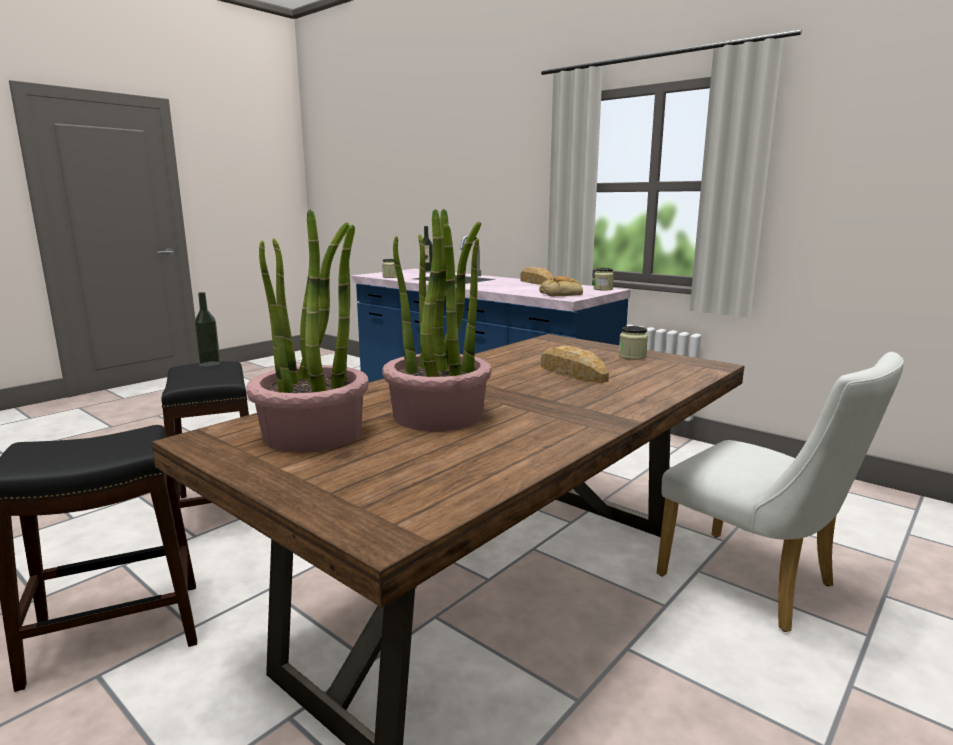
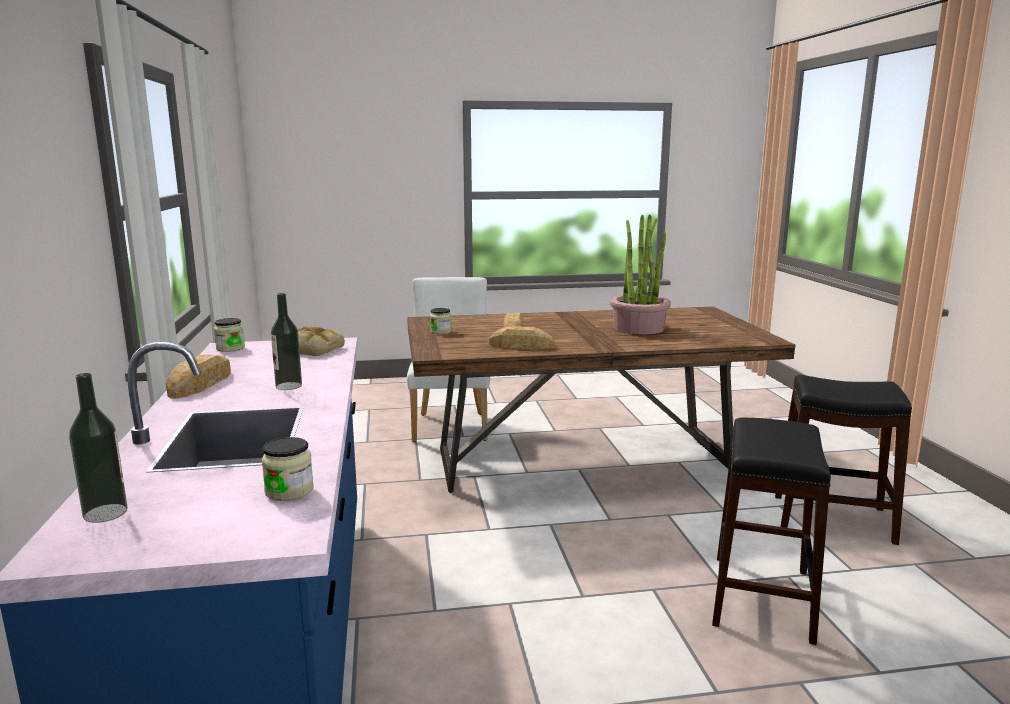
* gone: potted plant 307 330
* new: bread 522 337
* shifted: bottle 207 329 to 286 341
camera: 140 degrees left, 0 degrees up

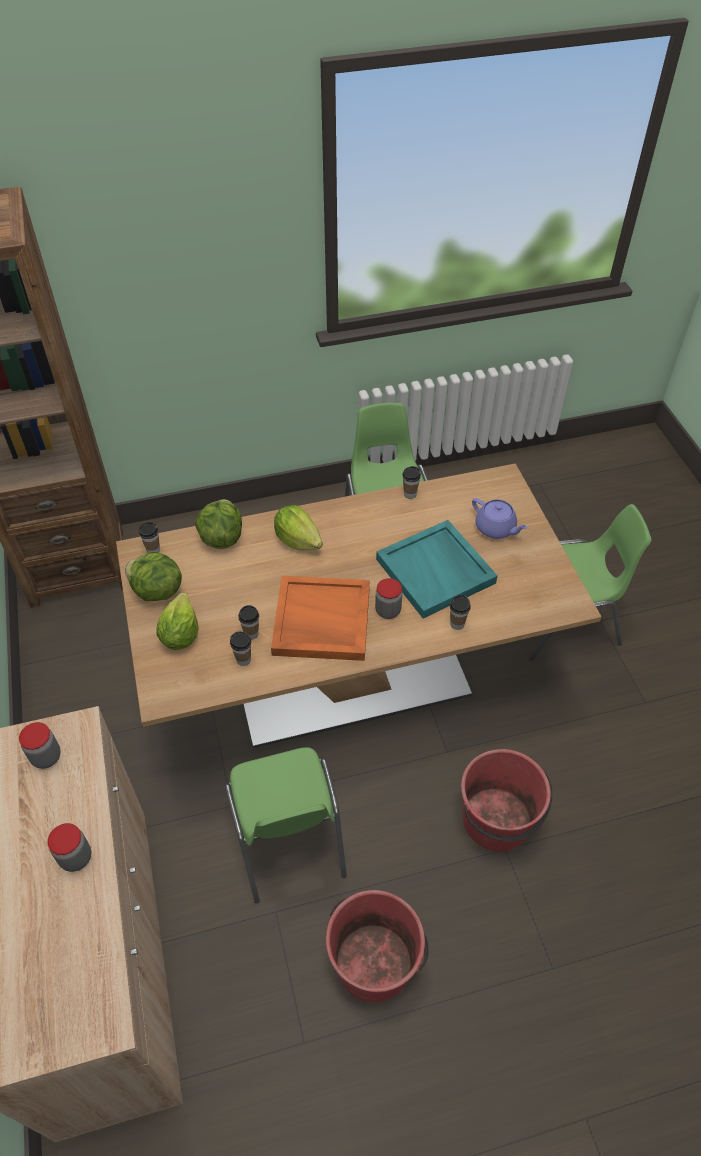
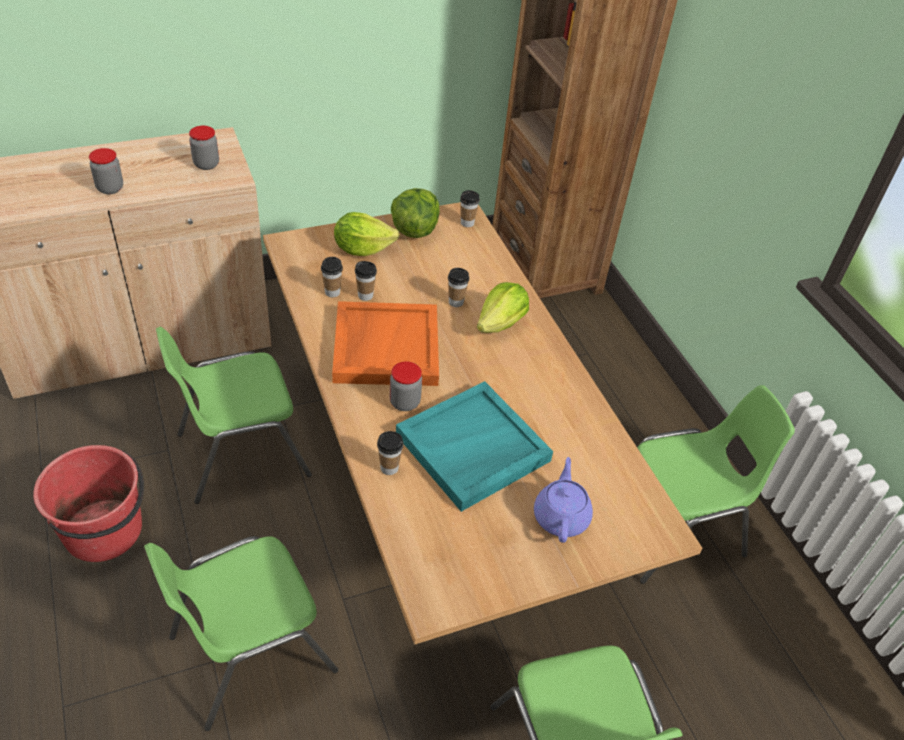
* gone: lettuce 218 524
* shifted: cup 411 482 to 458 287
* swapped: red bucket 506 800 to green chair 241 633
* rotated: purple teapot 500 518 = 563 500 150 degrees clockwise
camera: 80 degrees right, 5 degrees down

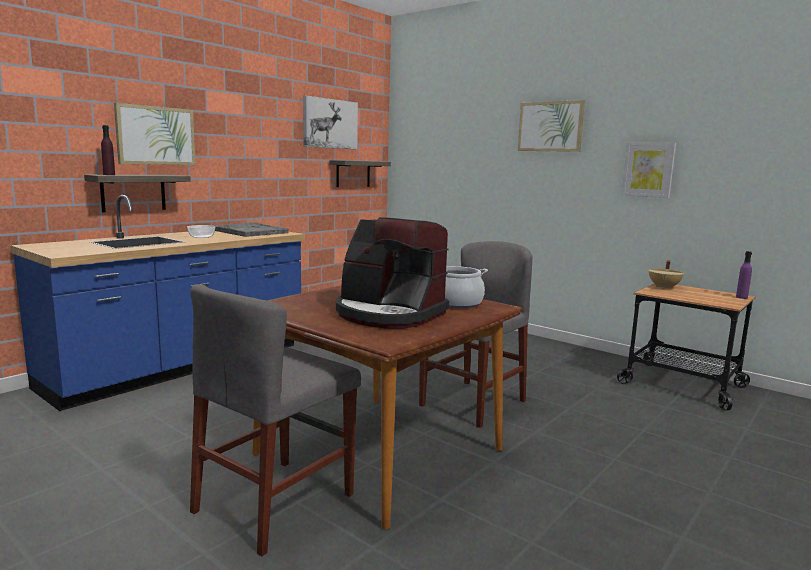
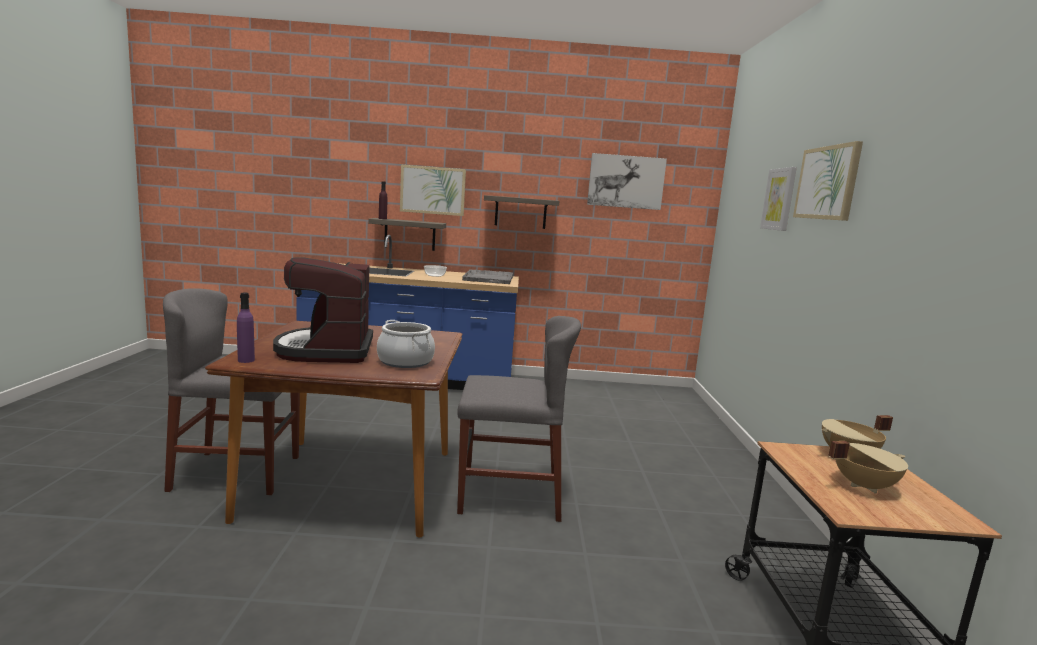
* new: beige cooking pot 868 467
* shifted: shelf 360 173 to 522 212
* shifted: picture 649 170 to 778 199
* shifted: purple bottle 744 275 to 246 327
camera: 50 degrees right, 0 degrees up

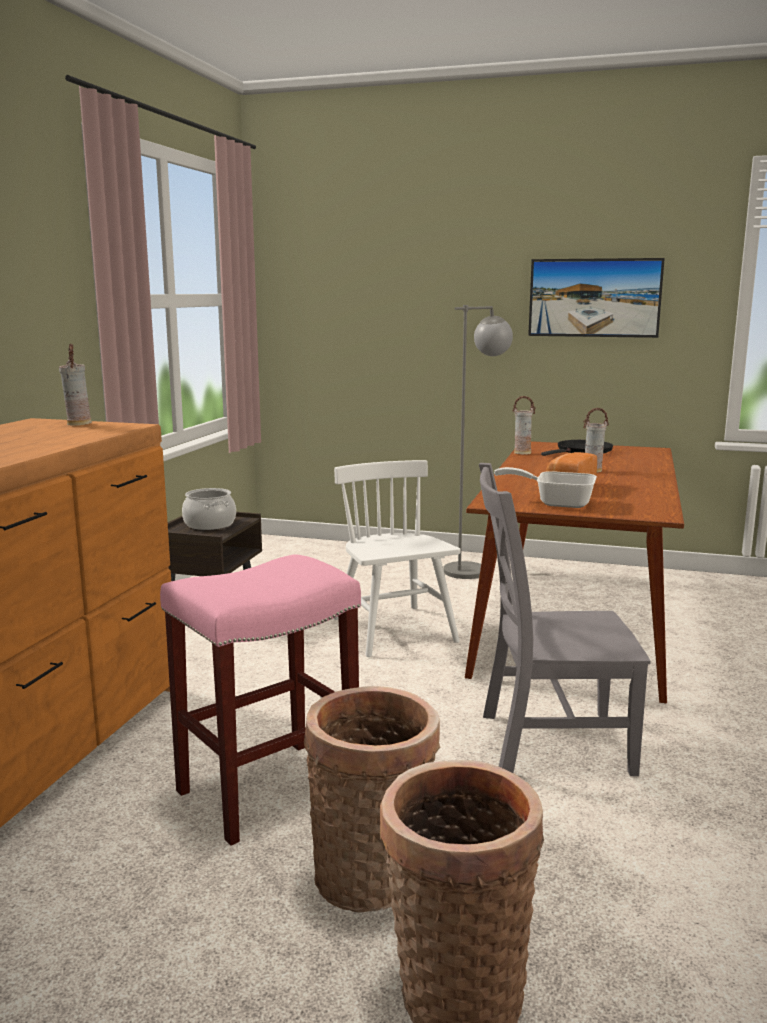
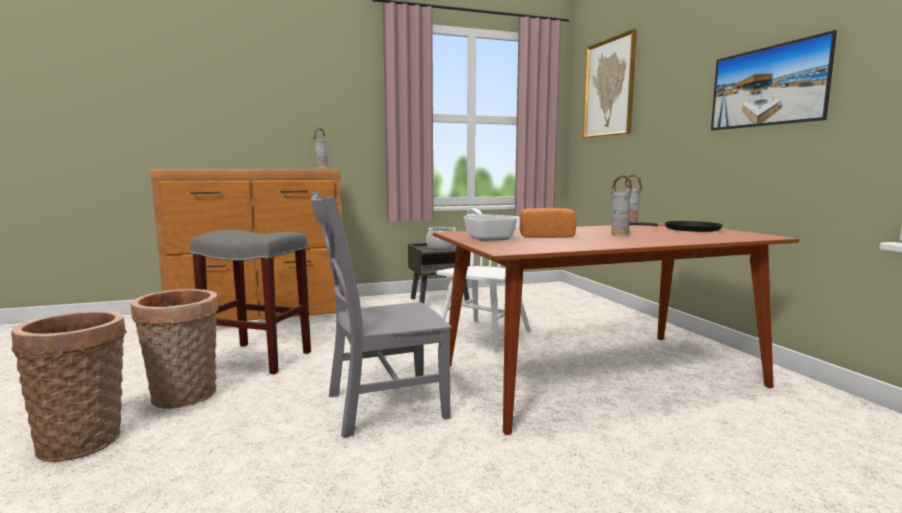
* gone: grey floor lamp 478 442
* new: picture 610 83
* repainted: pink stool 260 700 to grey stool 250 302
* rotated: grey chair 565 619 = 381 315 75 degrees counterclockwise
camera: 55 degrees right, 5 degrees down

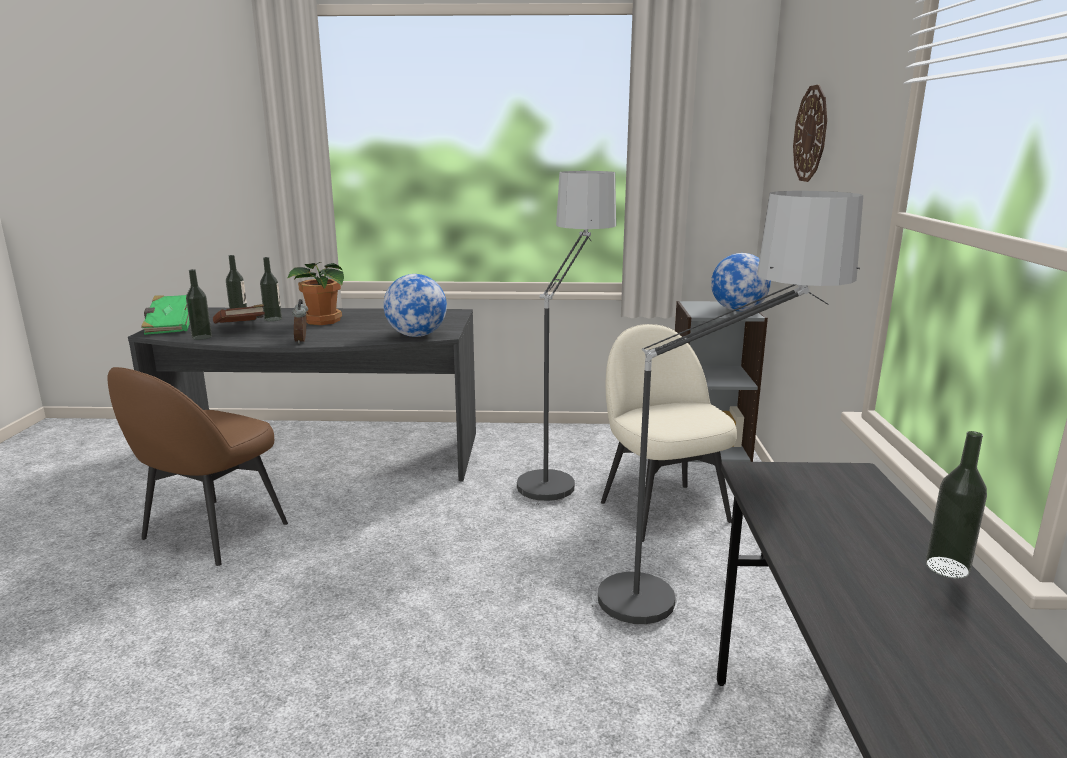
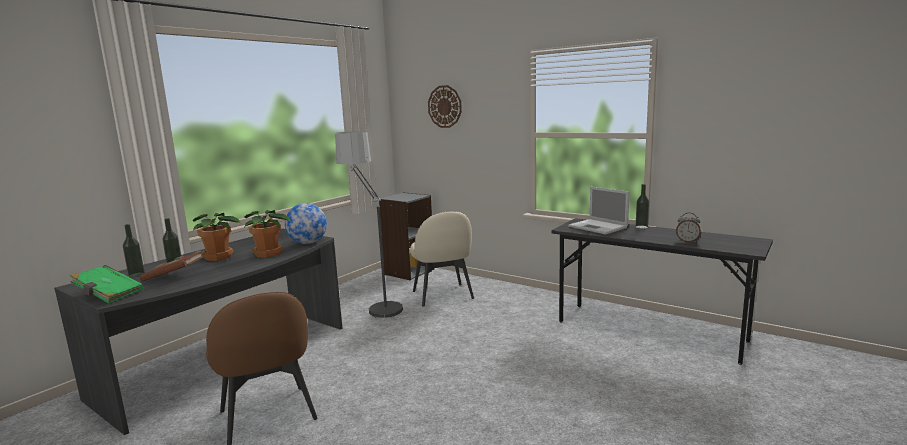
* gone: bottle 199 304
* gone: floor lamp 727 408
* gone: globe 741 282
* new: potted plant 268 234
* new: laptop 598 211
* shifted: alarm clock 300 321 to 688 227
* rotated: beige chair 669 433 = 442 258 120 degrees counterclockwise
camera: 55 degrees left, 5 degrees down

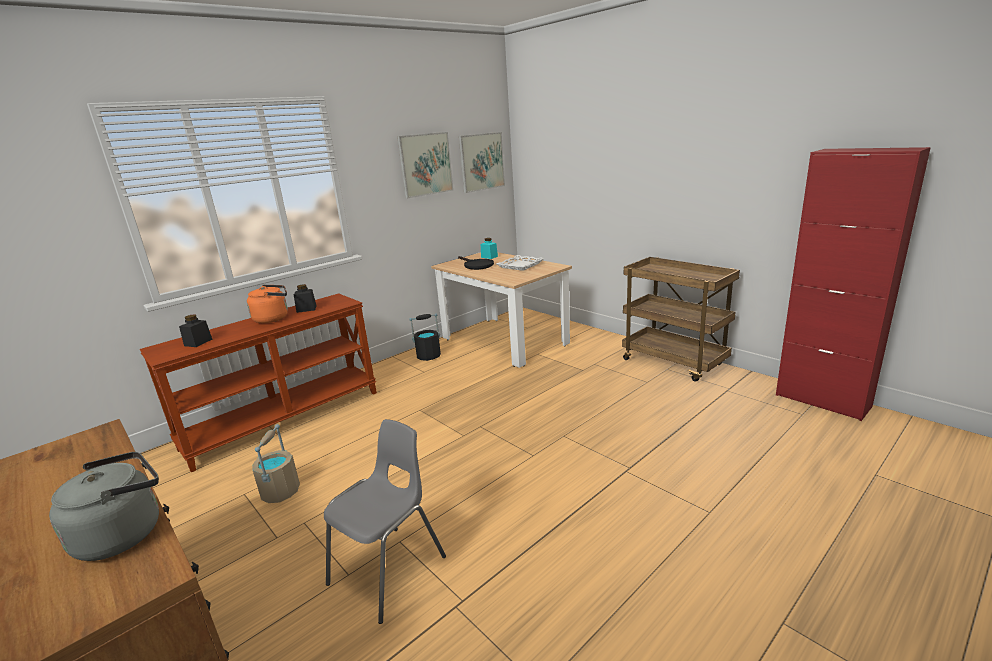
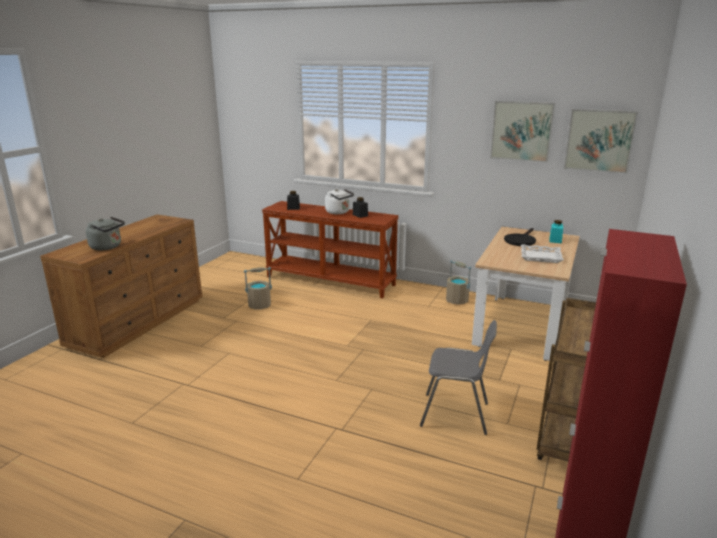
* shifted: grey chair 385 521 to 458 377
* repainted: orange kettle 267 304 to white kettle 339 201
* repainted: black bucket 425 337 to beige bucket 458 282
camera: 65 degrees right, 0 degrees up

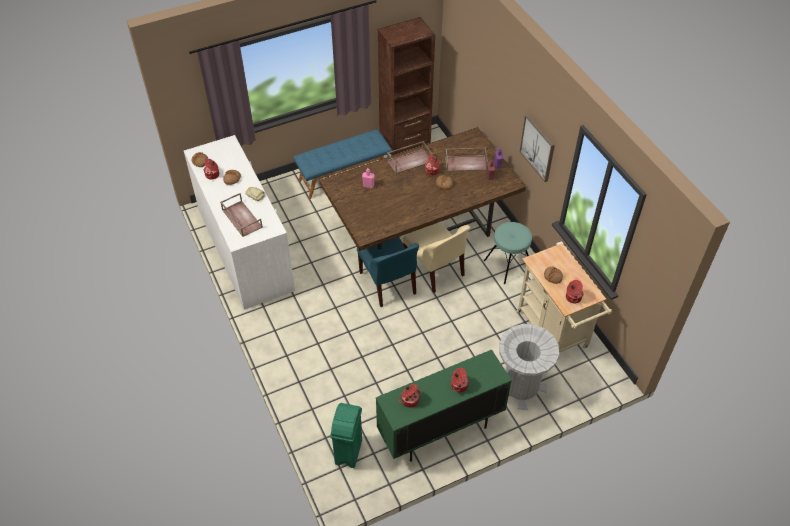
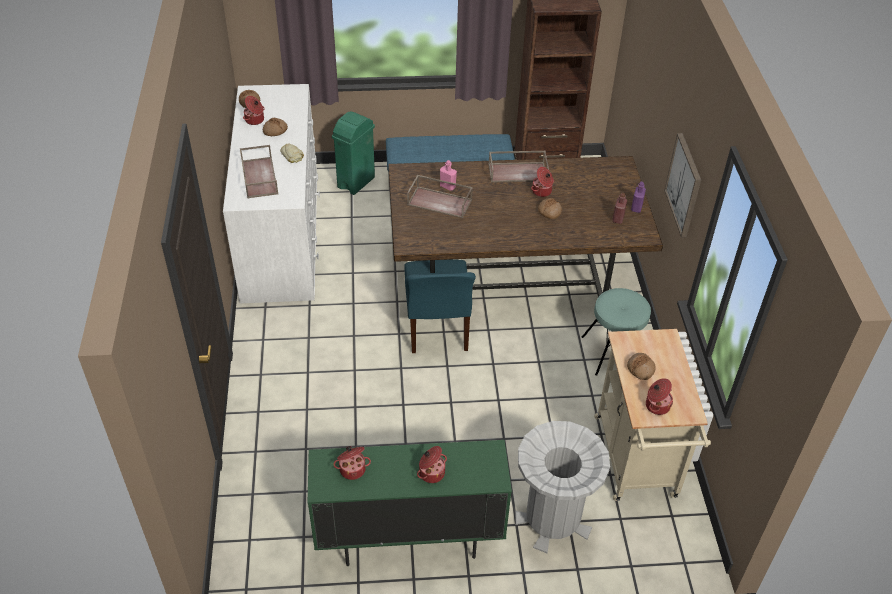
* gone: beige chair 436 257
* shifted: green trash can 346 435 to 353 153
* shifted: brown tray 466 159 to 440 196
camera: 20 degrees right, 5 degrees down

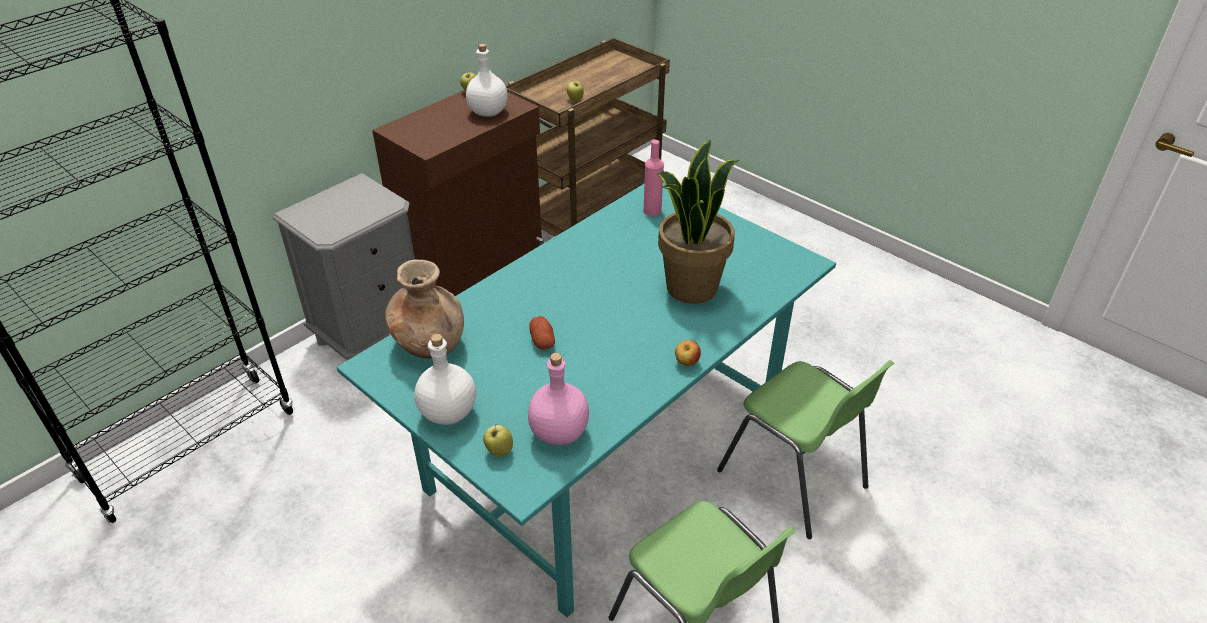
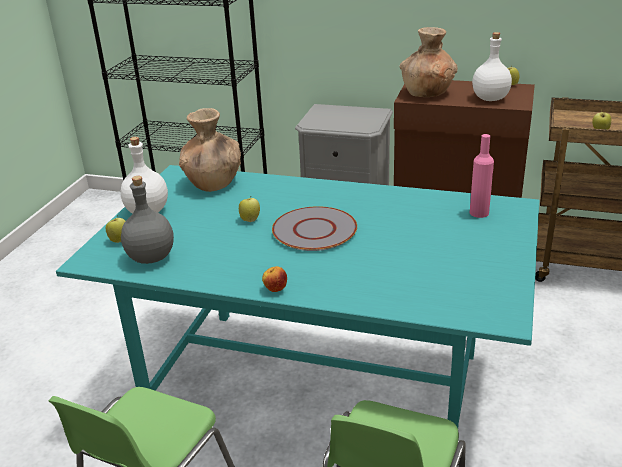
* gone: potted plant 699 222
* new: grey plate 314 228
* new: brown vase 429 62
* swapped: potato 542 333 to apple 249 210
* repainted: pink bottle 558 399 to grey bottle 147 220
camera: 65 degrees right, 10 degrees down

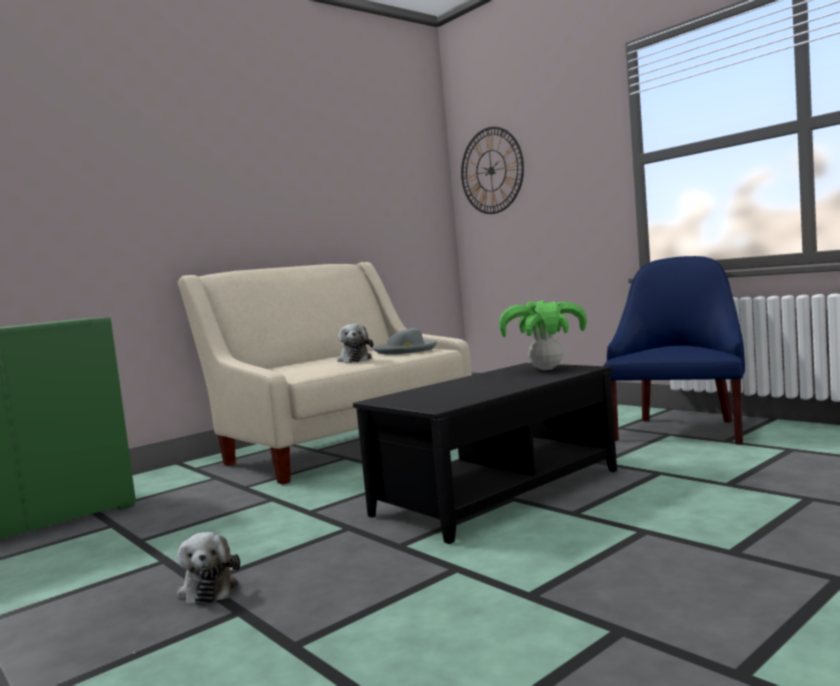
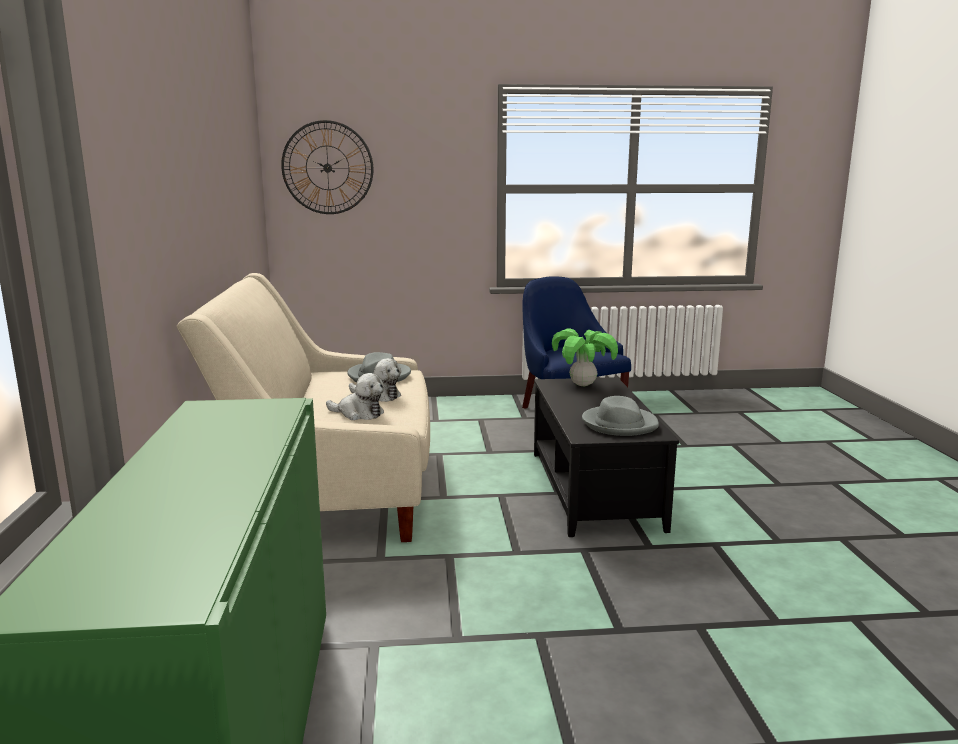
* new: grey hat 620 416
* shifted: plush toy 208 568 to 355 396
camera: 55 degrees left, 10 degrees up

